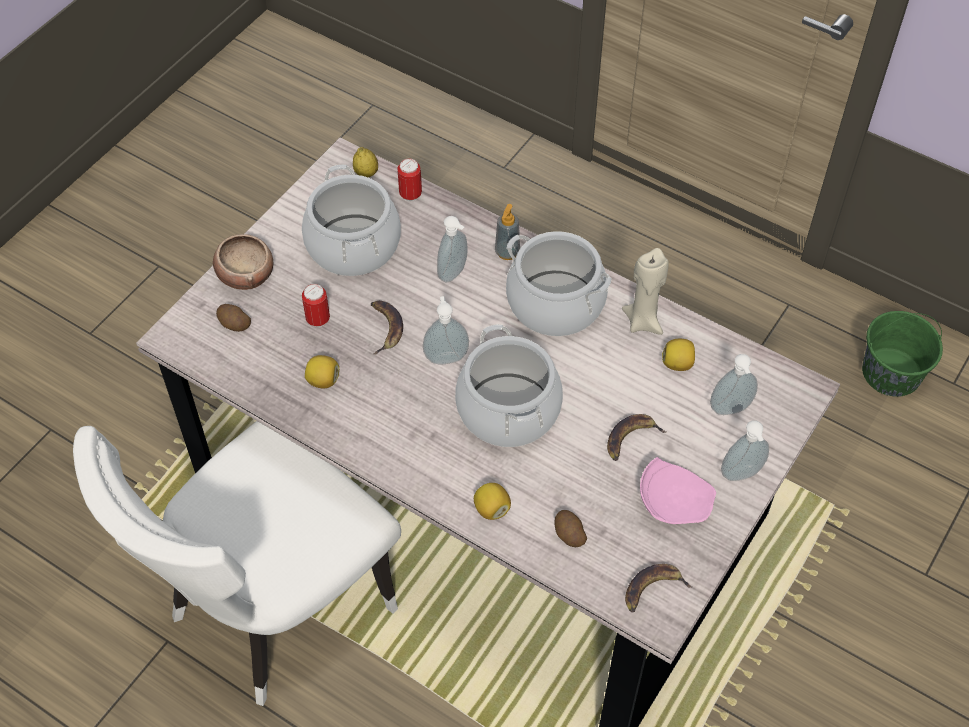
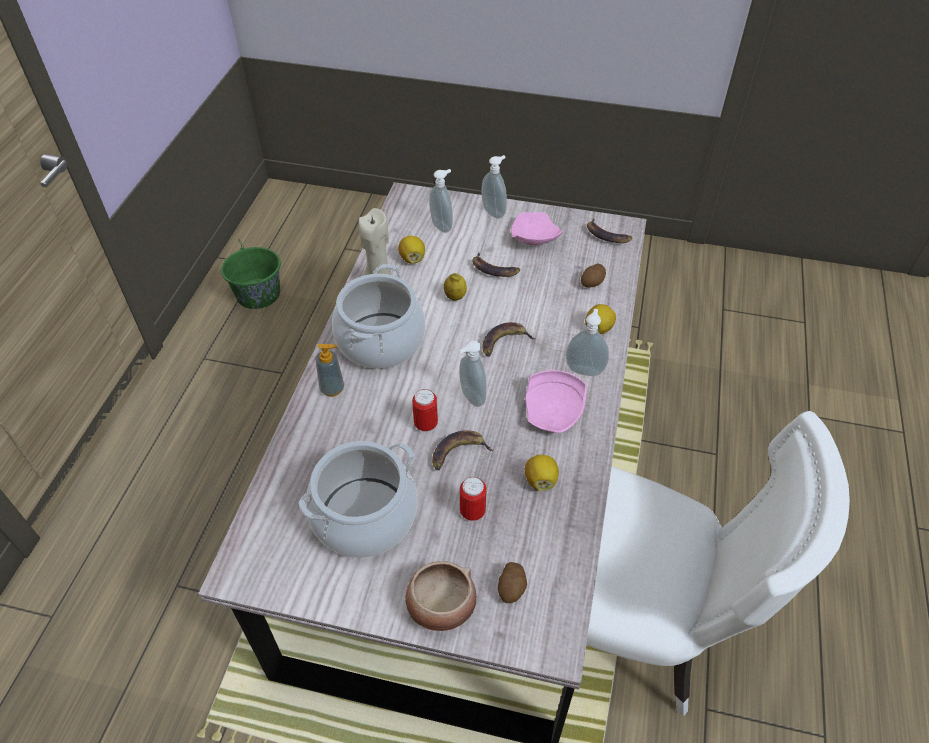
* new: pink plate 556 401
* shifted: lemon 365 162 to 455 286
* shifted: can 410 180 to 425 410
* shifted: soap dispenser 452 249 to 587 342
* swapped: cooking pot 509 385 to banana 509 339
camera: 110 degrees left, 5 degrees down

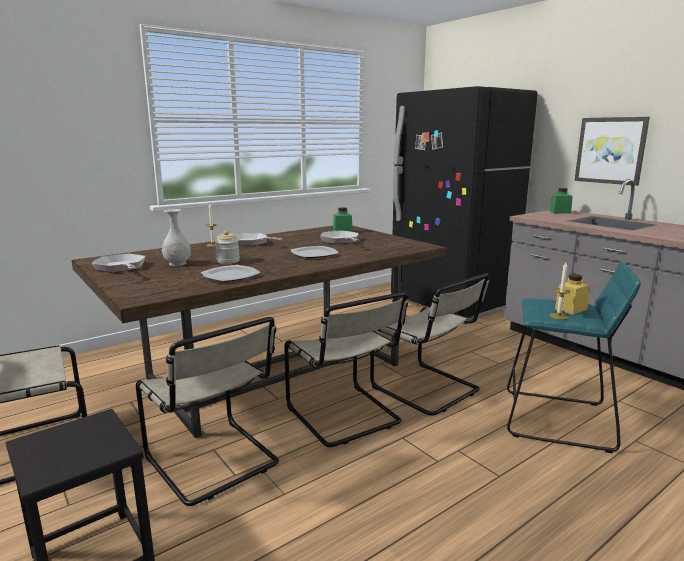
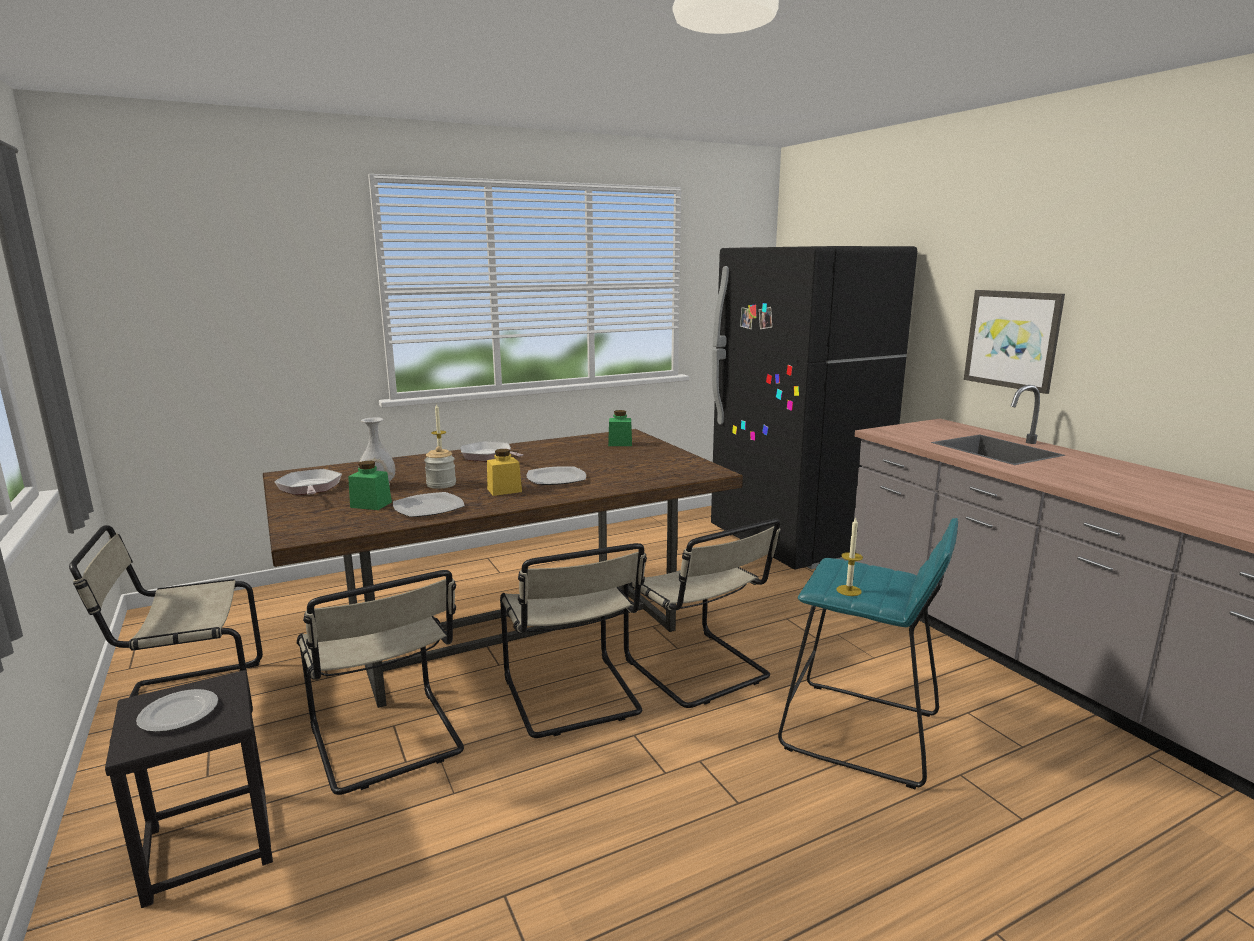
* gone: frying pan 339 237
* new: plate 177 710
* shifted: green jar 561 201 to 370 485
* shifted: yellow jar 572 294 to 504 472
camera: 10 degrees right, 0 degrees up

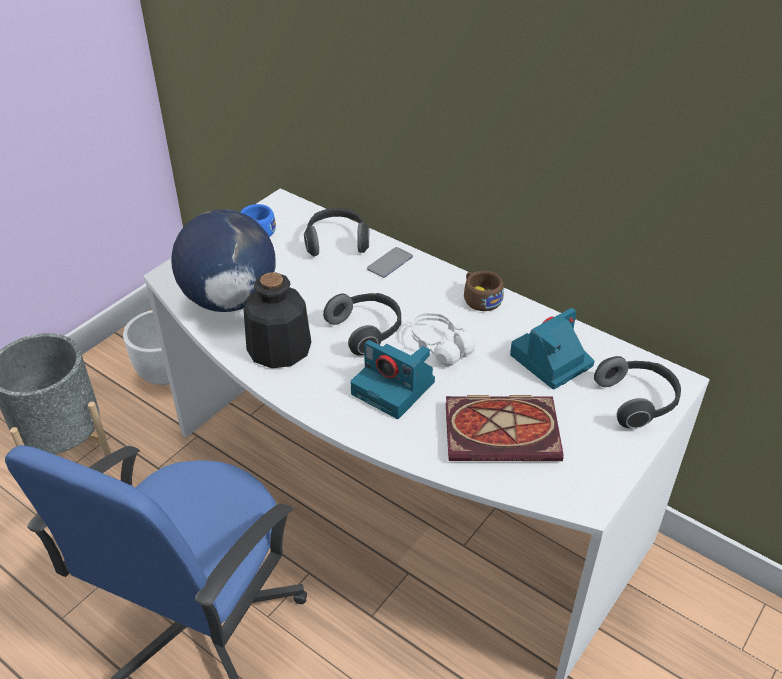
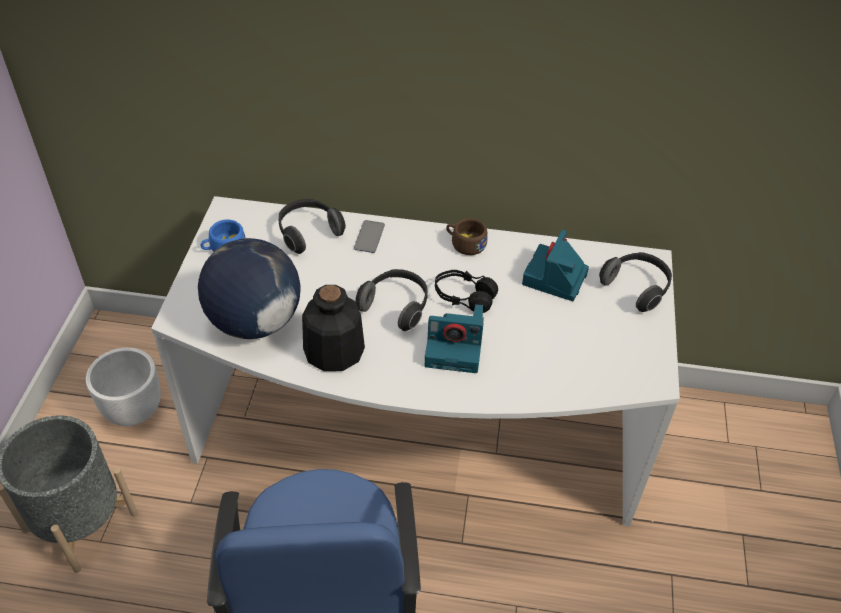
* gone: book 505 428
* repainted: white headphones 443 339 to black headphones 466 291
camera: 30 degrees left, 5 degrees up

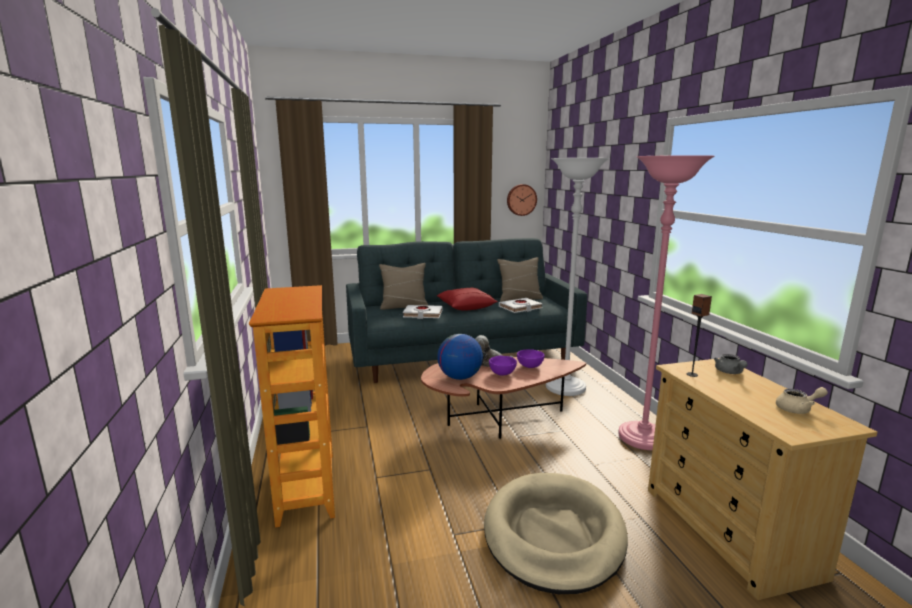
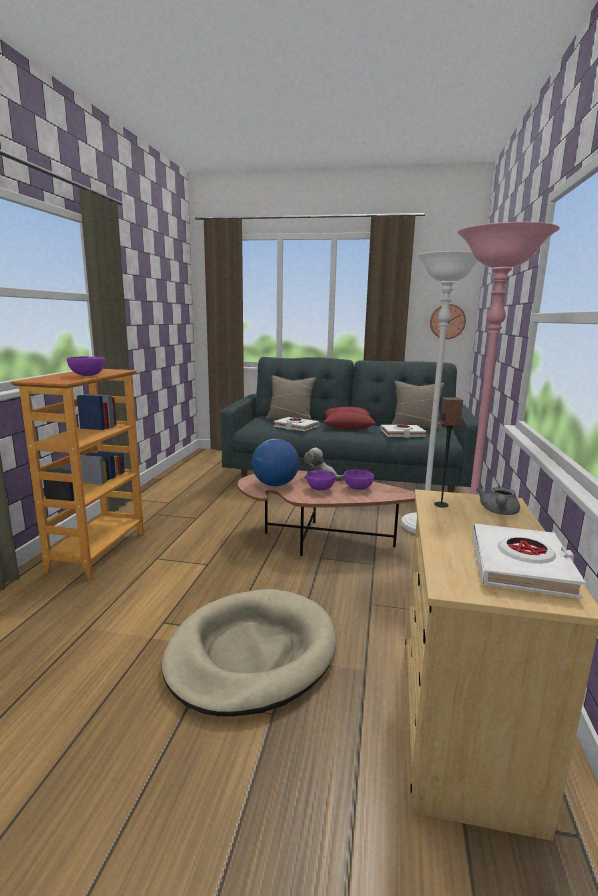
* new: purple bowl 86 366
* swapped: beige teapot 802 400 to white book 529 561
camera: 25 degrees right, 0 degrees up

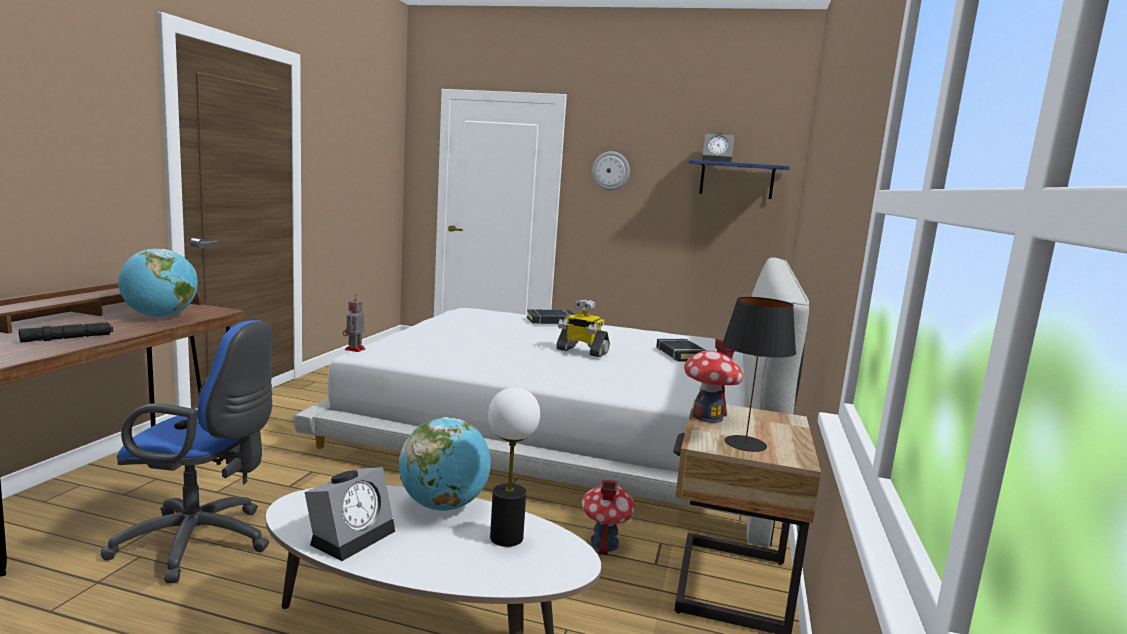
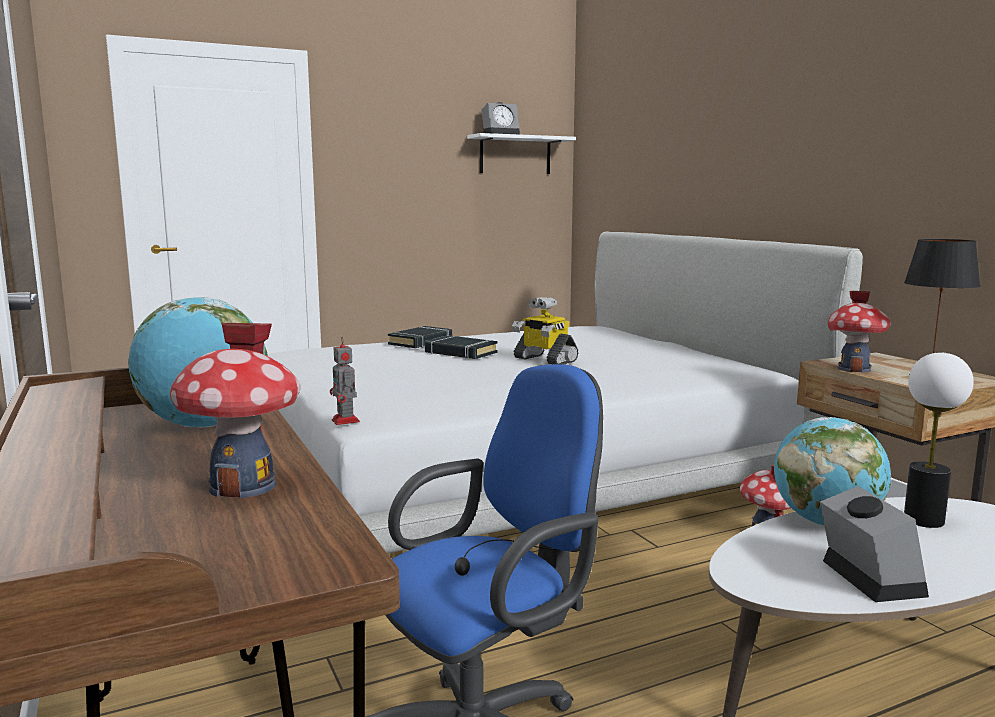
* gone: wall clock 611 170
* shifted: black book 681 350 to 461 347
* swapped: black flashlight 66 332 to toy house 235 410
* repainted: blue shelf 739 179 to white shelf 521 153
* rotated: toy robot 583 328 = 545 331 60 degrees clockwise
camera: 40 degrees left, 0 degrees up

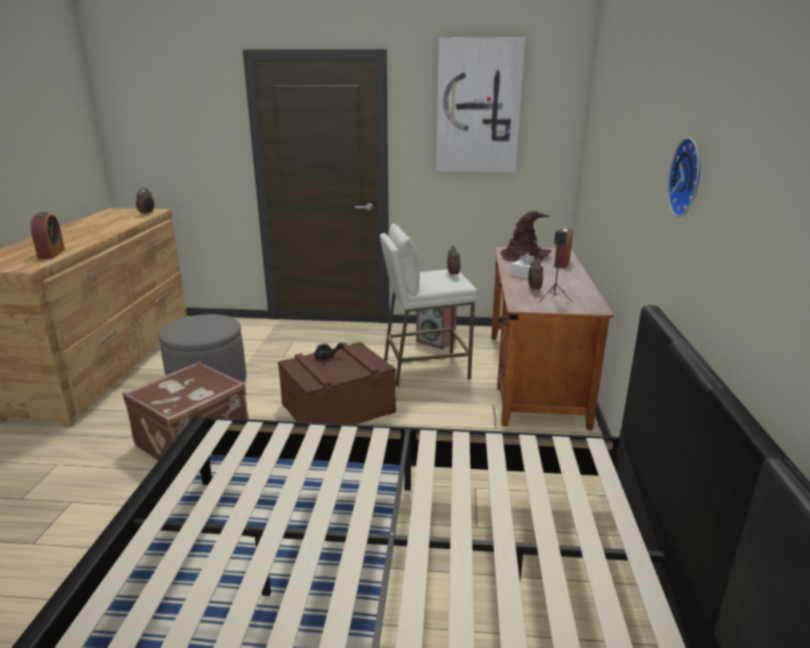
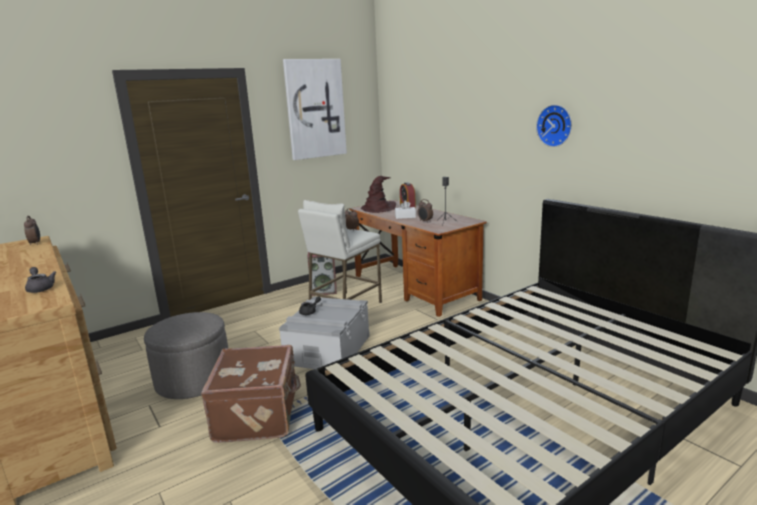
* swapped: alarm clock 48 235 to grey teapot 40 280
* repainted: brown storage box 337 383 to grey storage box 324 333
camera: 40 degrees left, 5 degrees down

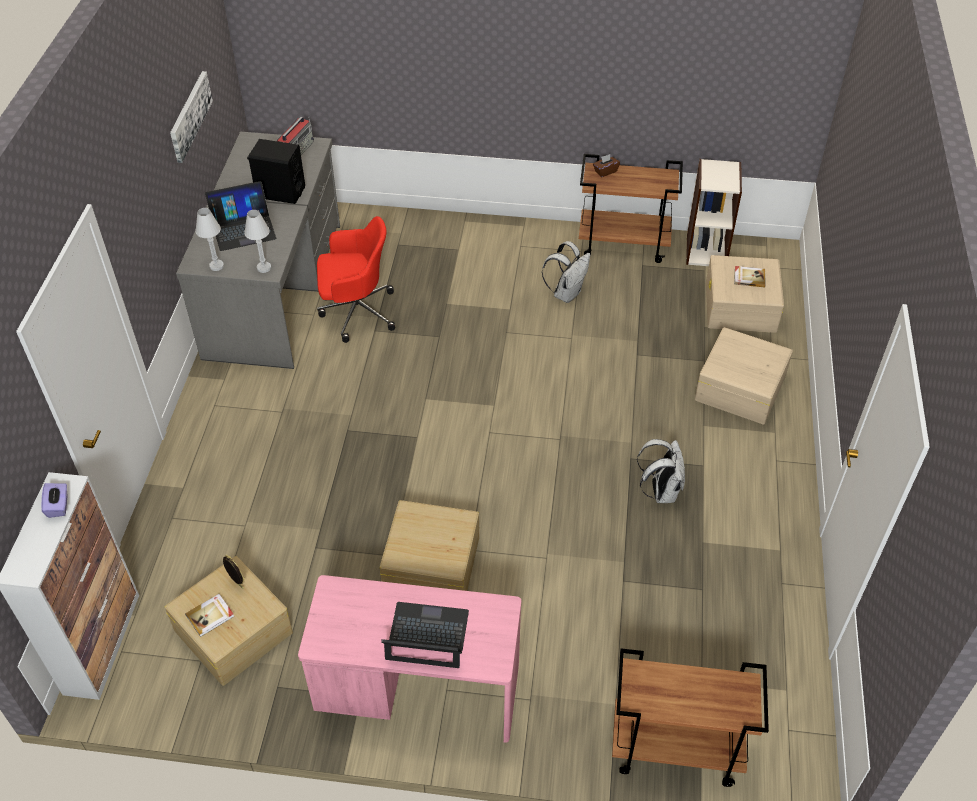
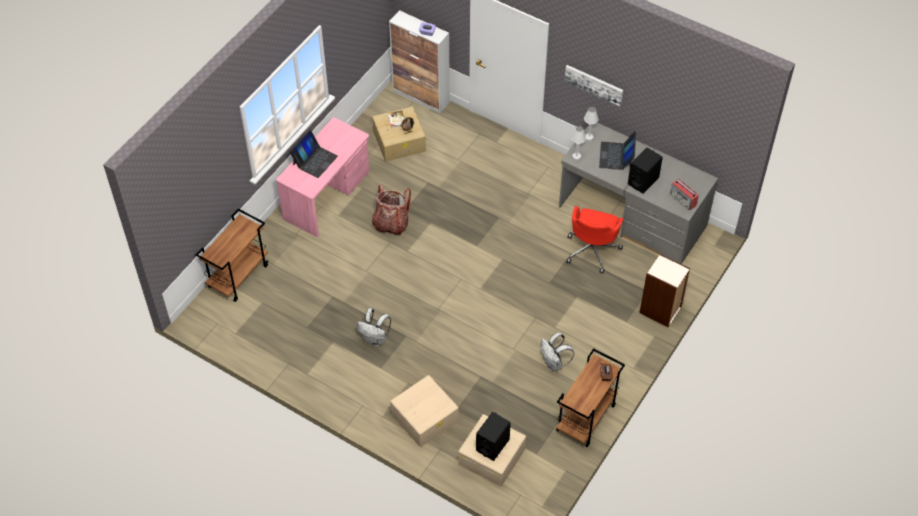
* shifted: picture 191 117 to 594 85
* shifted: bookcase 714 212 to 664 291
* swapped: beige storage box 429 545 to backpack 391 210
* swapped: book 750 276 to black speaker 493 436
camera: 115 degrees right, 5 degrees up

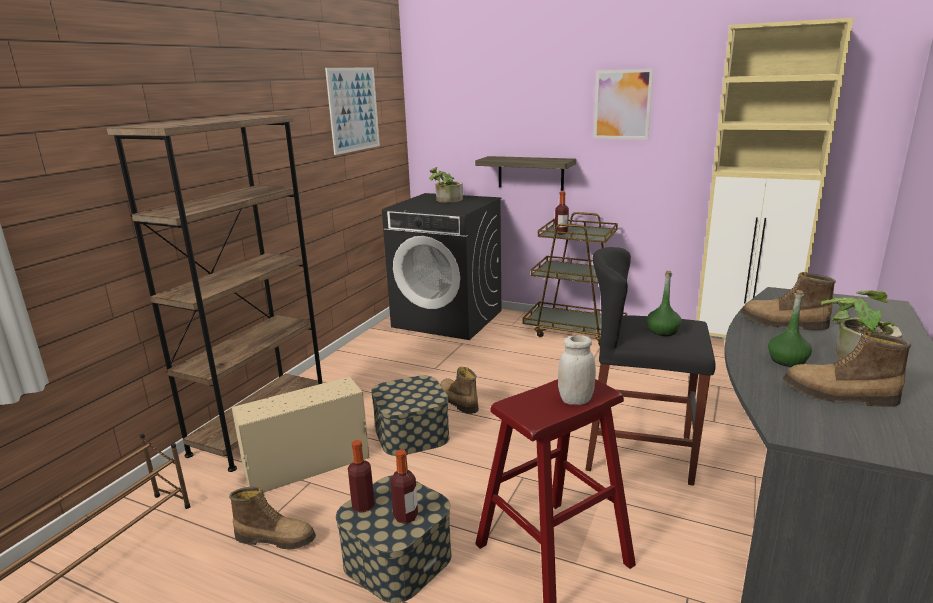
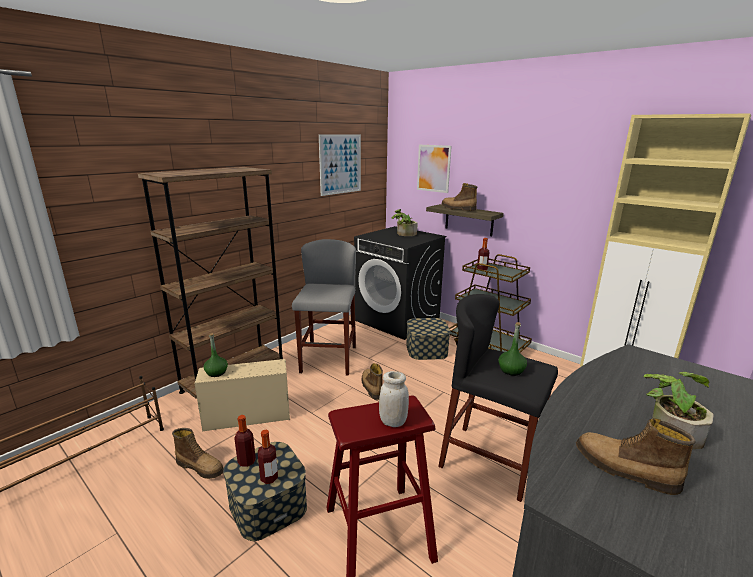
* new: grey stool 324 307
* shifted: storage box 410 415 to 428 339
* shifted: picture 623 104 to 434 169
* shifted: boot 788 301 to 459 197
* shifted: green bottle 790 328 to 216 355
camera: 15 degrees right, 0 degrees up

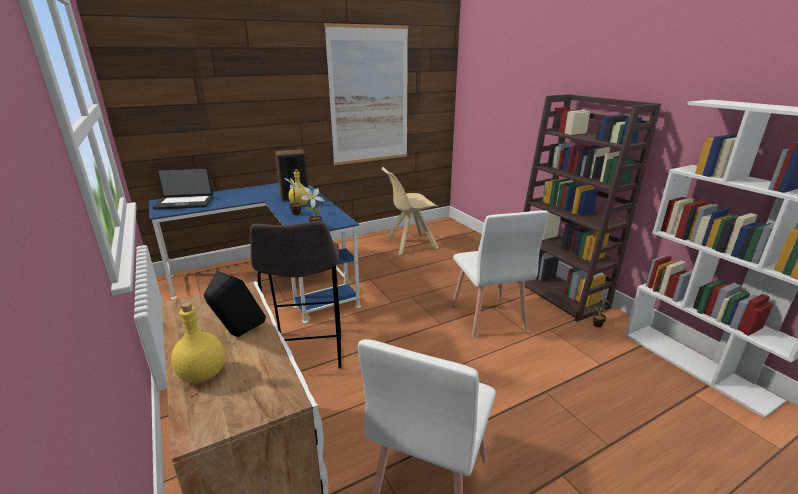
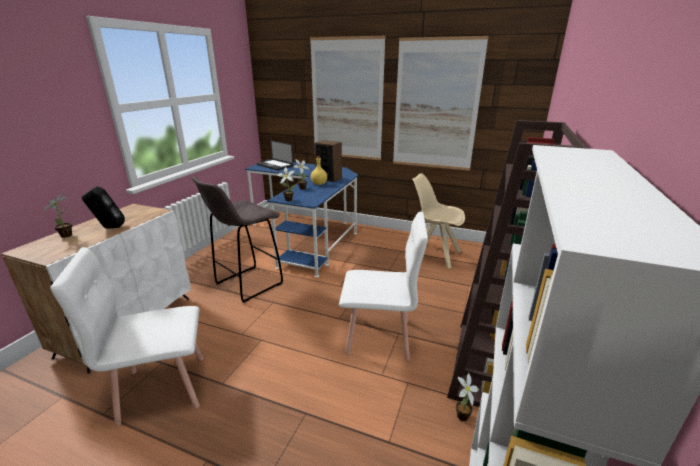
* new: picture 348 98
* swapped: yellow bottle 198 342 to potted plant 57 215
* rotated: white chair 500 274 = 383 286 120 degrees counterclockwise
camera: 50 degrees right, 0 degrees up

